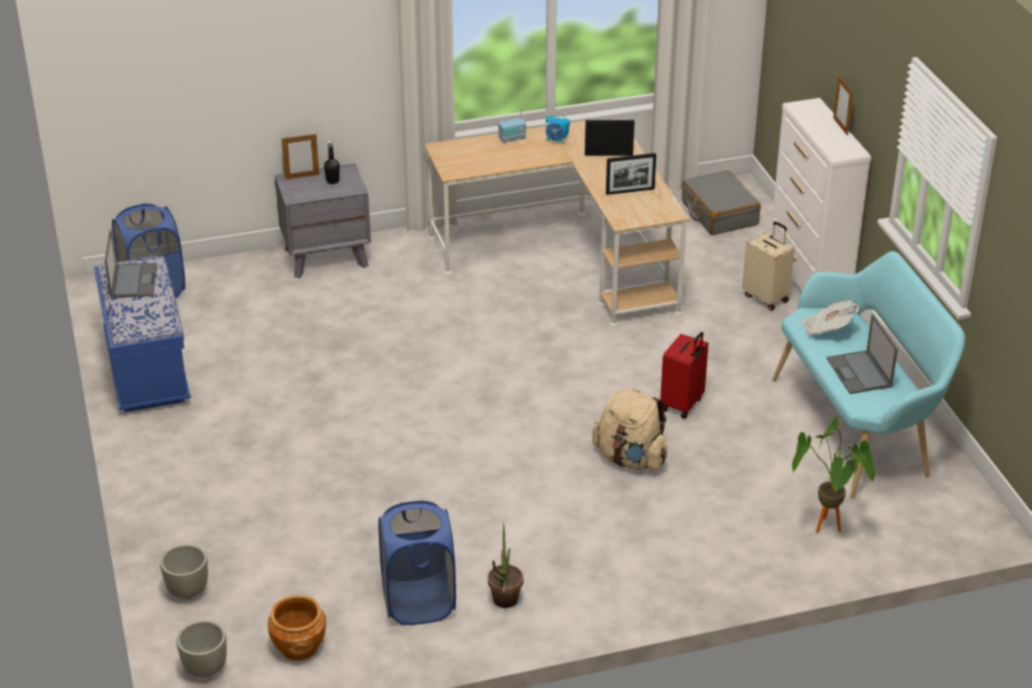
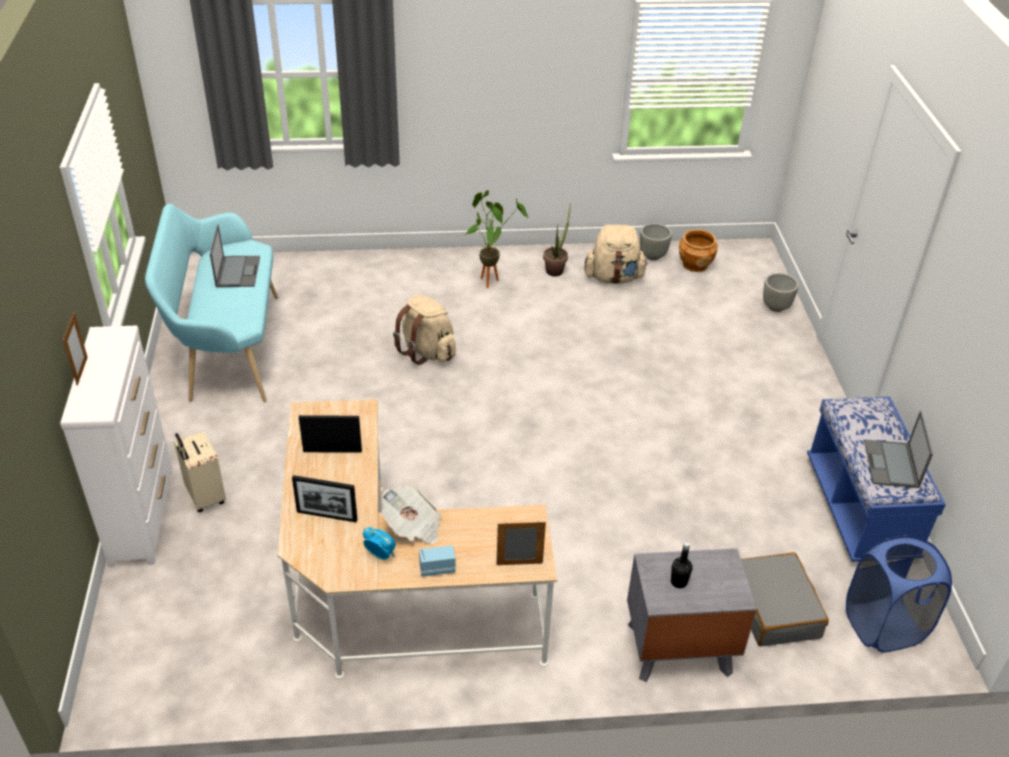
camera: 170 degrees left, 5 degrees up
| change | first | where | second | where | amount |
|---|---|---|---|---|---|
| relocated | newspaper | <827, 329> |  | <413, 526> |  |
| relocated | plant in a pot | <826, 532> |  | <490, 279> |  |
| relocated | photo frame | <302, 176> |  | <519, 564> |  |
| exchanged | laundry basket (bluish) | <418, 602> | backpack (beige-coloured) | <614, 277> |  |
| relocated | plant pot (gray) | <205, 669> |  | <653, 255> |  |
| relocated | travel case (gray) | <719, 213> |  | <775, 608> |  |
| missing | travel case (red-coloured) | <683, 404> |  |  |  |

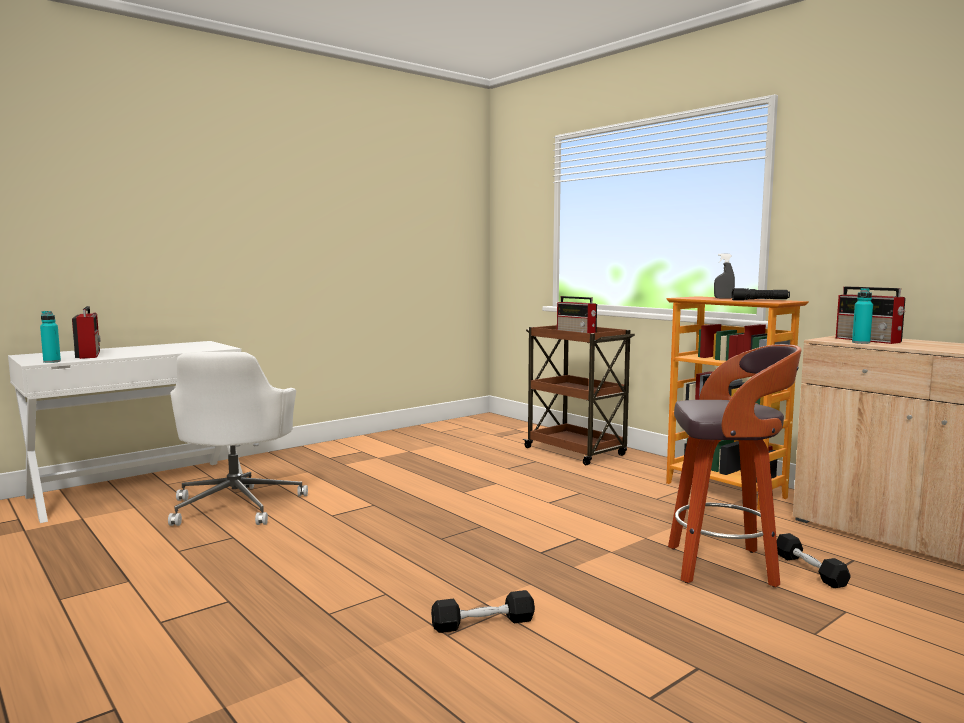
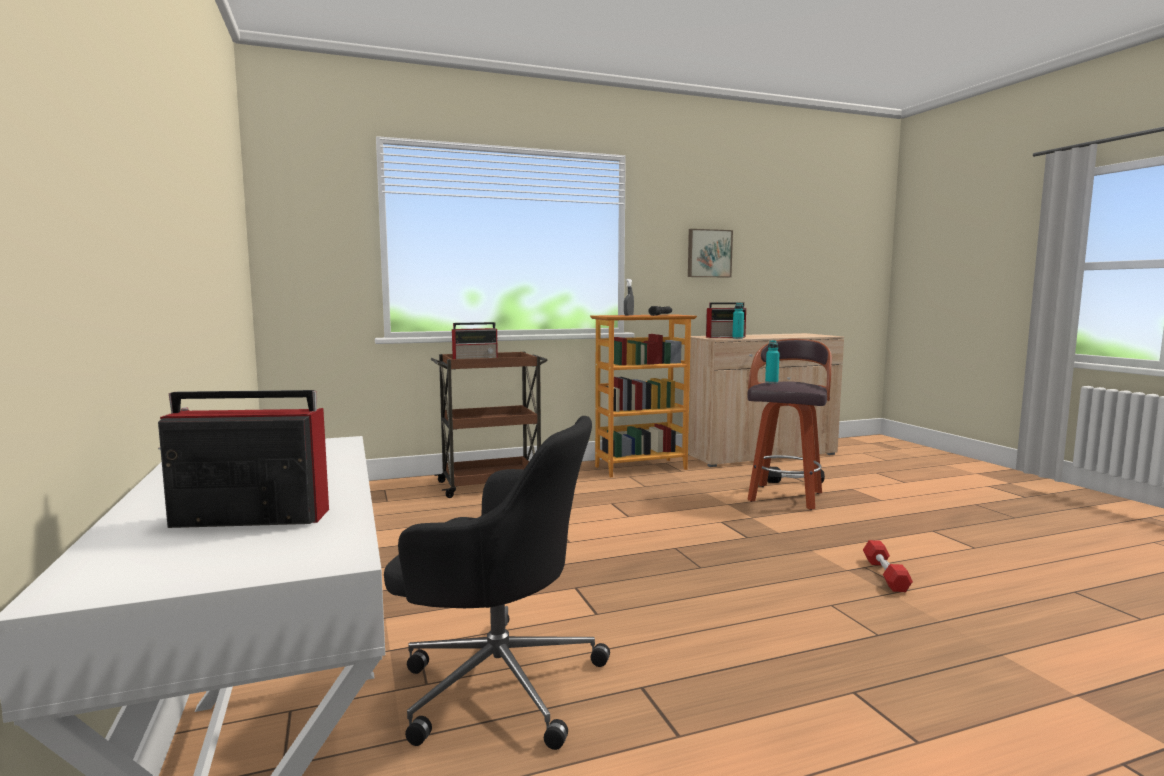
camera: 70 degrees left, 0 degrees up
| change | first | where | second | where | amount |
|---|---|---|---|---|---|
| colour | desk chair (white-coloured) | <237, 505> | desk chair (black-coloured) | <497, 682> |  |
| appeared |  |  | wall picture | <708, 253> |  |
| relocated | drink bottle (turquoise) | <52, 361> |  | <771, 382> |  |
| colour | dumbbell (black-coloured) | <483, 623> | dumbbell (red-coloured) | <885, 575> |  |

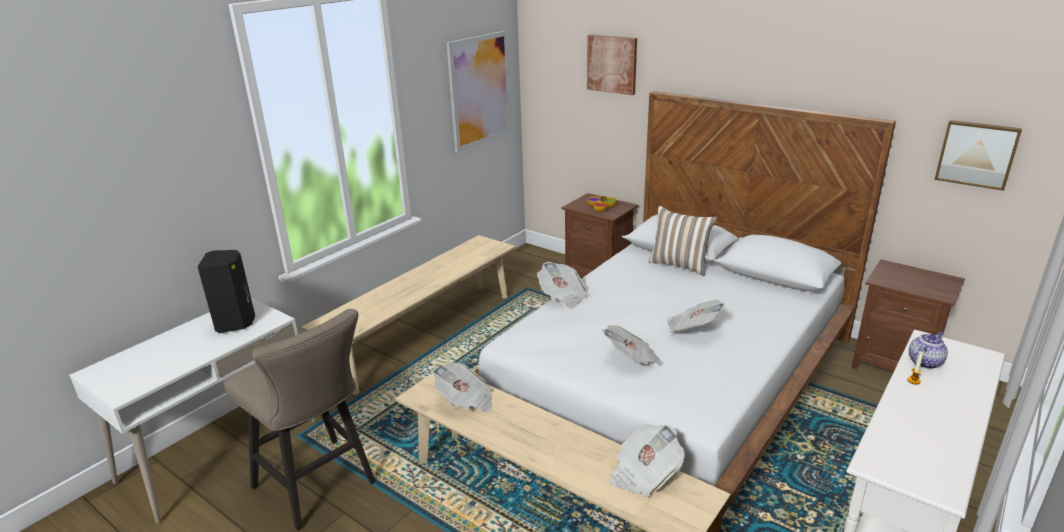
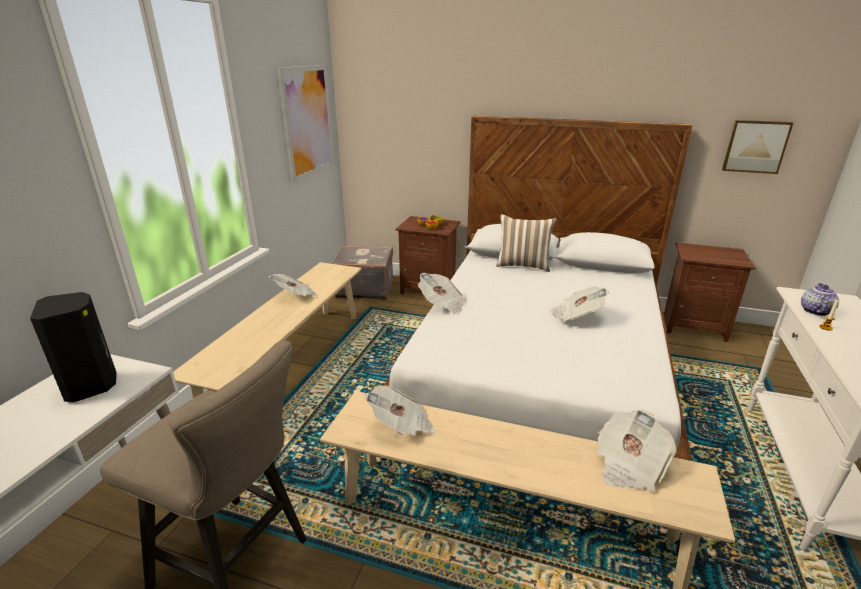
camera: 20 degrees left, 0 degrees up
| change | first | where | second | where | amount |
|---|---|---|---|---|---|
| relocated | newspaper | <632, 359> |  | <296, 296> |  |
| appeared |  |  | travel case (gray) | <365, 288> |  |
| missing | wall picture | <612, 64> |  |  |  |

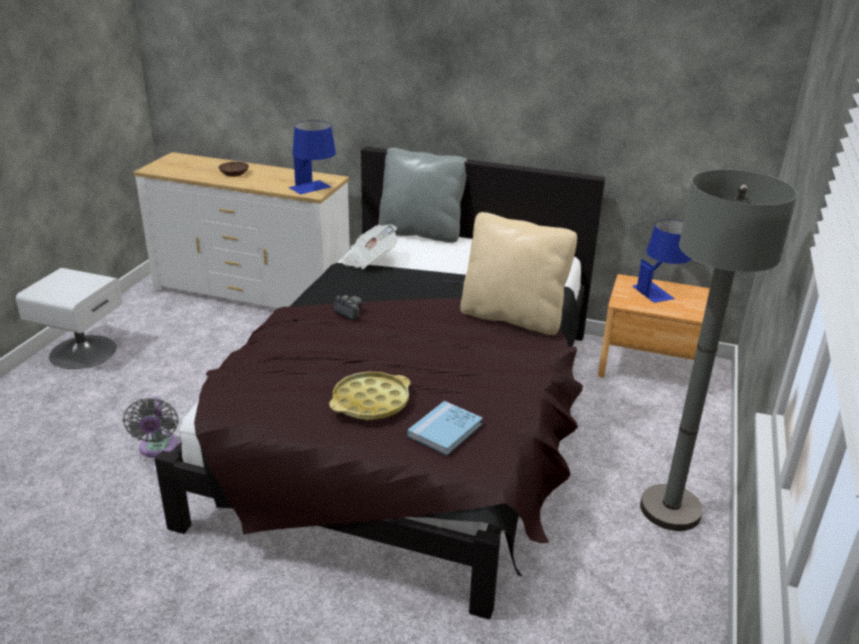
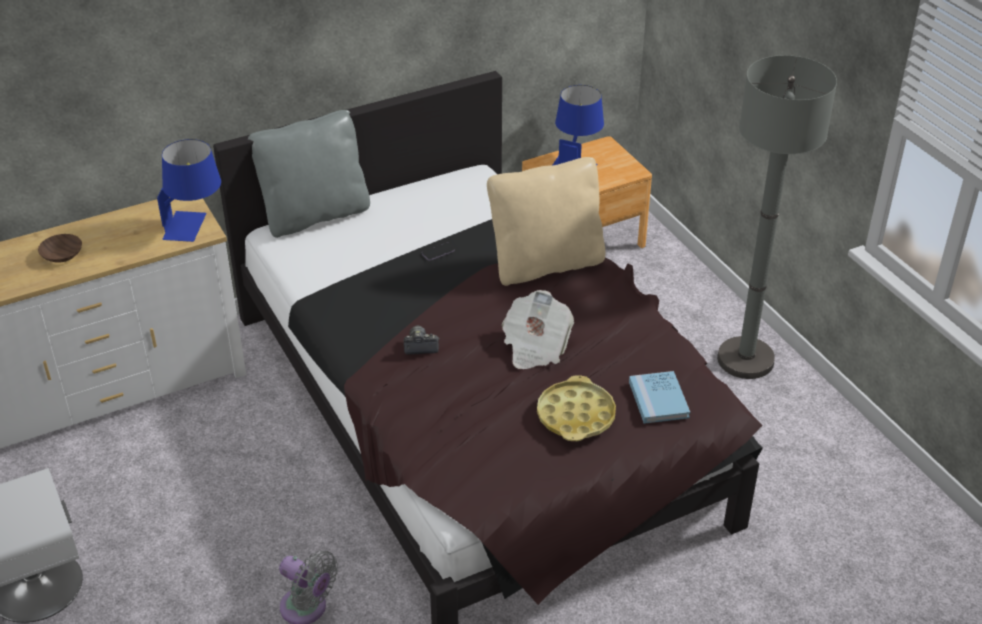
camera: 45 degrees left, 10 degrees up
| change | first | where | second | where | amount |
|---|---|---|---|---|---|
| relocated | newspaper | <369, 260> |  | <535, 346> |  |

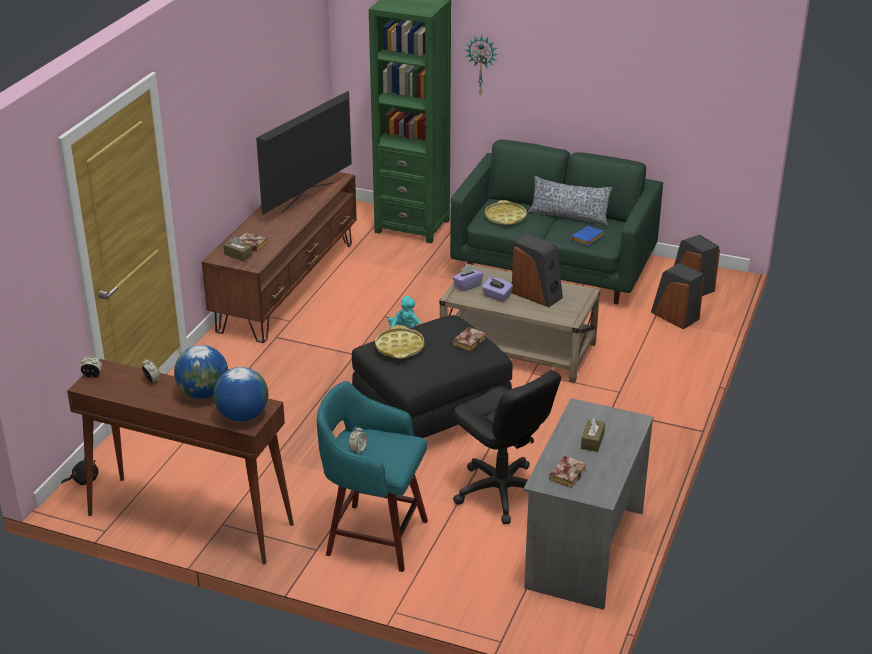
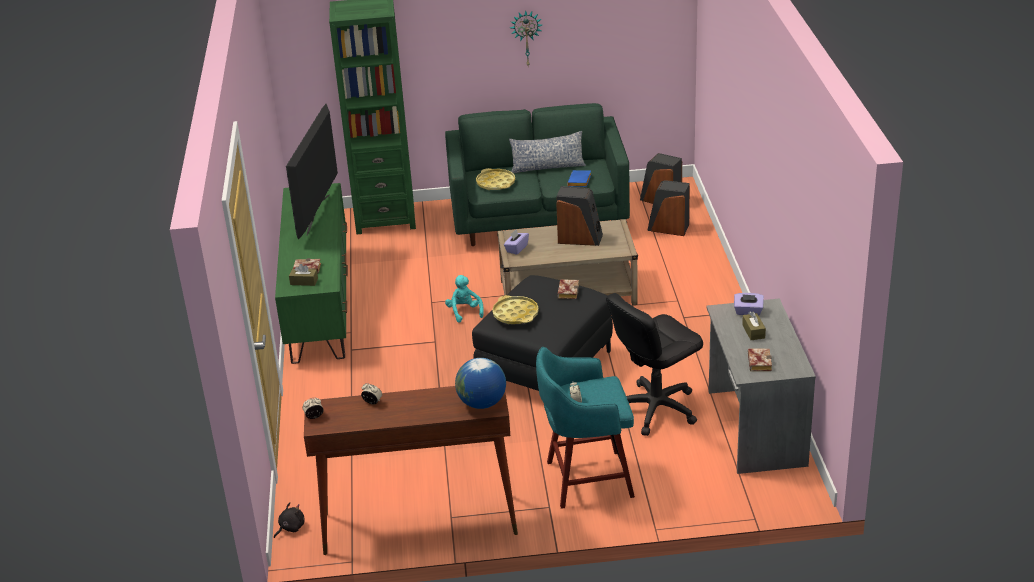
camera: 25 degrees left, 0 degrees up
| change | first | where | second | where | amount |
|---|---|---|---|---|---|
| colour | tv stand (brown-coloured) | <287, 285> | tv stand (green-coloured) | <320, 303> |  |
| relocated | clock on the wall | <481, 64> |  | <526, 38> |  |
| spun | desk chair (black-coloured) | <501, 492> |  | <655, 408> | 120 degrees clockwise |
| relocated | box of tissues (purplish) | <496, 296> |  | <748, 312> |  |
| missing | desk globe | <203, 393> |  |  |  |

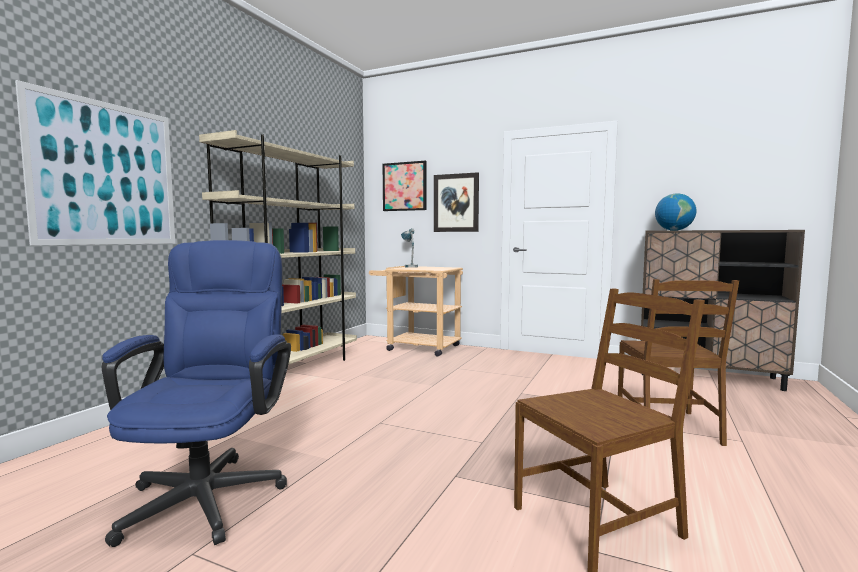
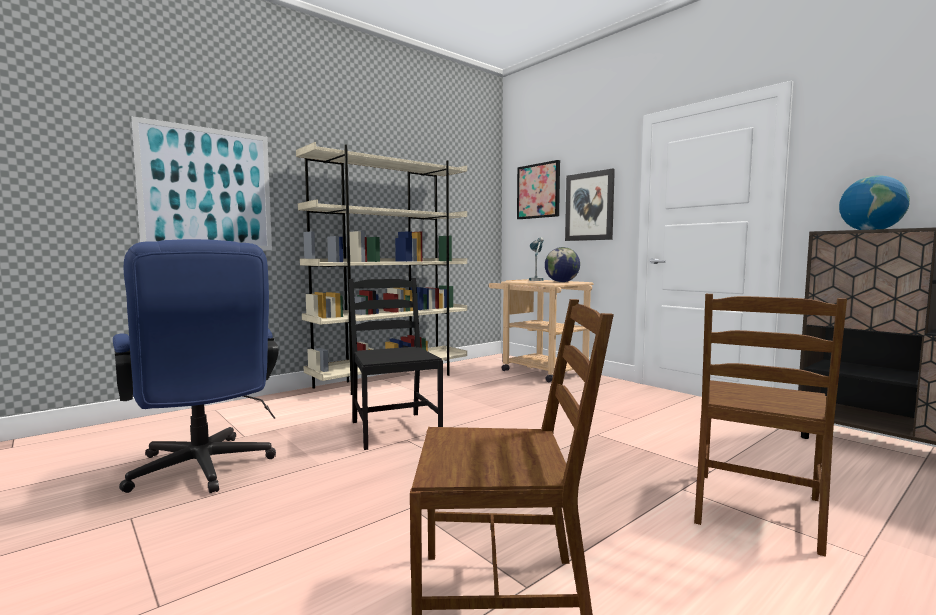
camera: 25 degrees right, 0 degrees up
| change | first | where | second | where | amount |
|---|---|---|---|---|---|
| spun | desk chair (bluish) | <210, 491> |  | <203, 471> | 120 degrees clockwise |
| appeared |  |  | chair (black-coloured) | <393, 429> |  |
| appeared |  |  | desk globe | <561, 282> |  |

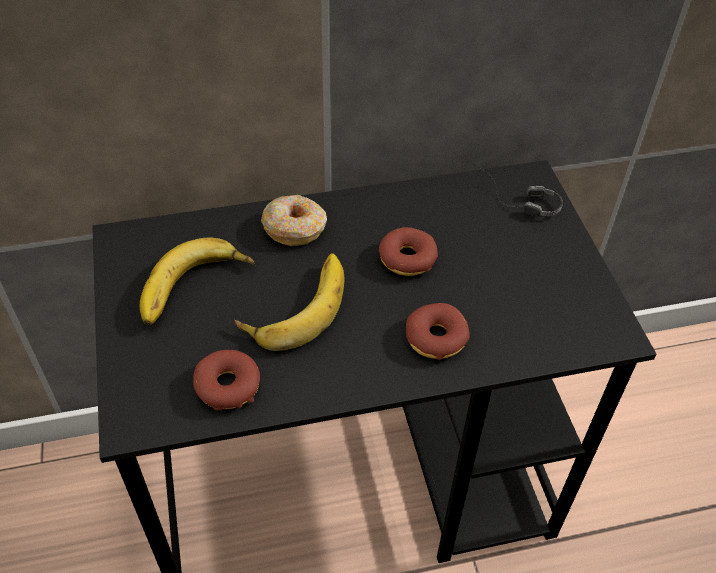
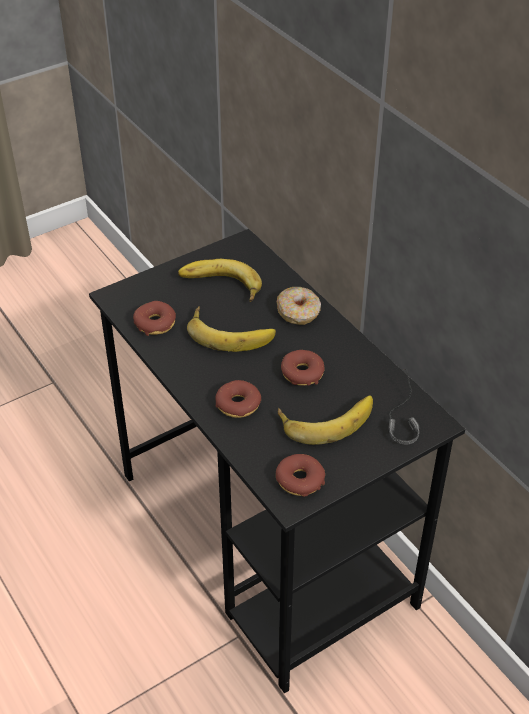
camera: 70 degrees right, 5 degrees down
| change | first | where | second | where | amount |
|---|---|---|---|---|---|
| appeared |  |  | doughnut | <299, 480> |  |
| appeared |  |  | banana | <326, 418> |  |

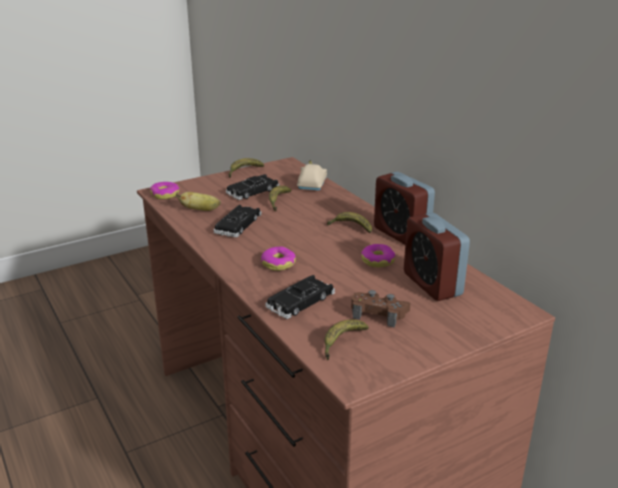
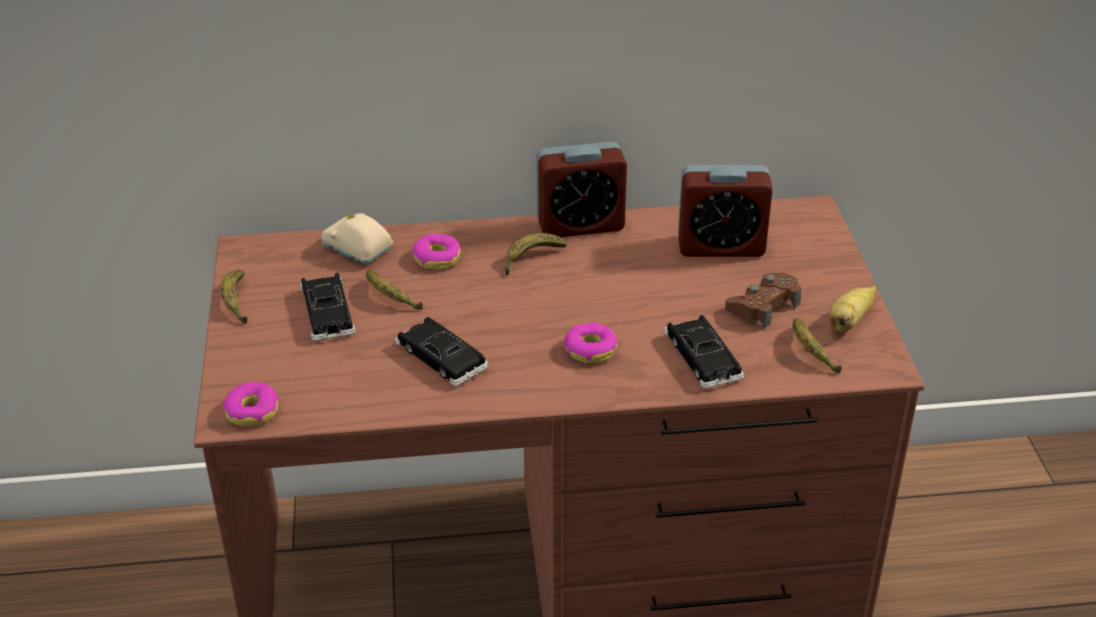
camera: 65 degrees left, 10 degrees up
| change | first | where | second | where | amount |
|---|---|---|---|---|---|
| relocated | doughnut | <377, 261> |  | <437, 258> |  |
| relocated | banana | <200, 210> |  | <849, 321> |  |

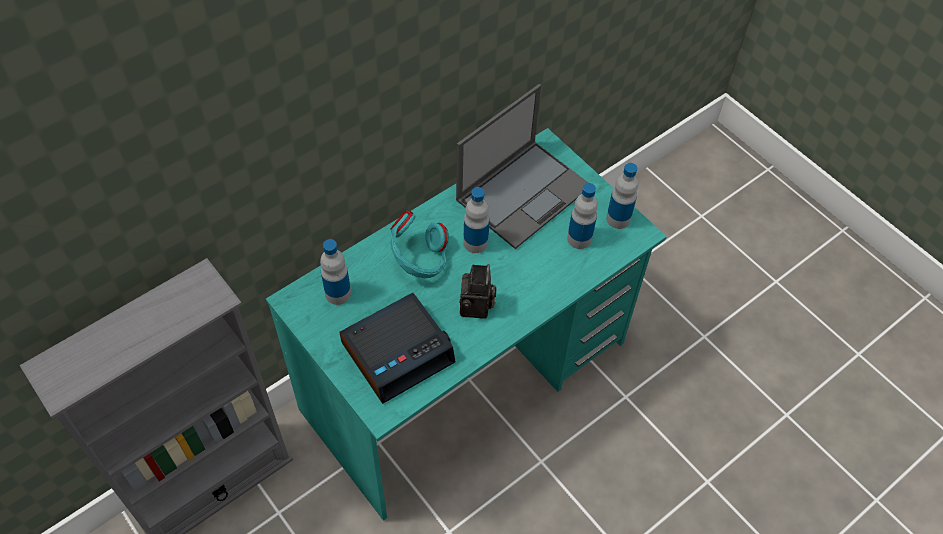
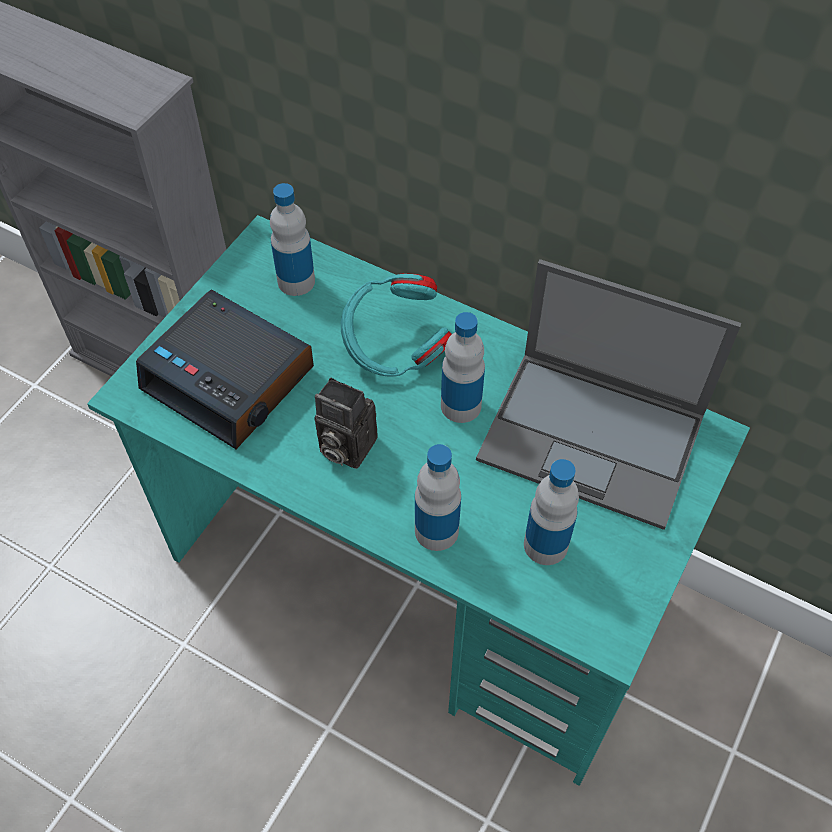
camera: 70 degrees right, 0 degrees up
| change | first | where | second | where | amount |
|---|---|---|---|---|---|
| spun | still camera | <477, 308> |  | <344, 446> | 45 degrees clockwise |
| relocated | drink bottle | <618, 219> |  | <436, 531> |  |

